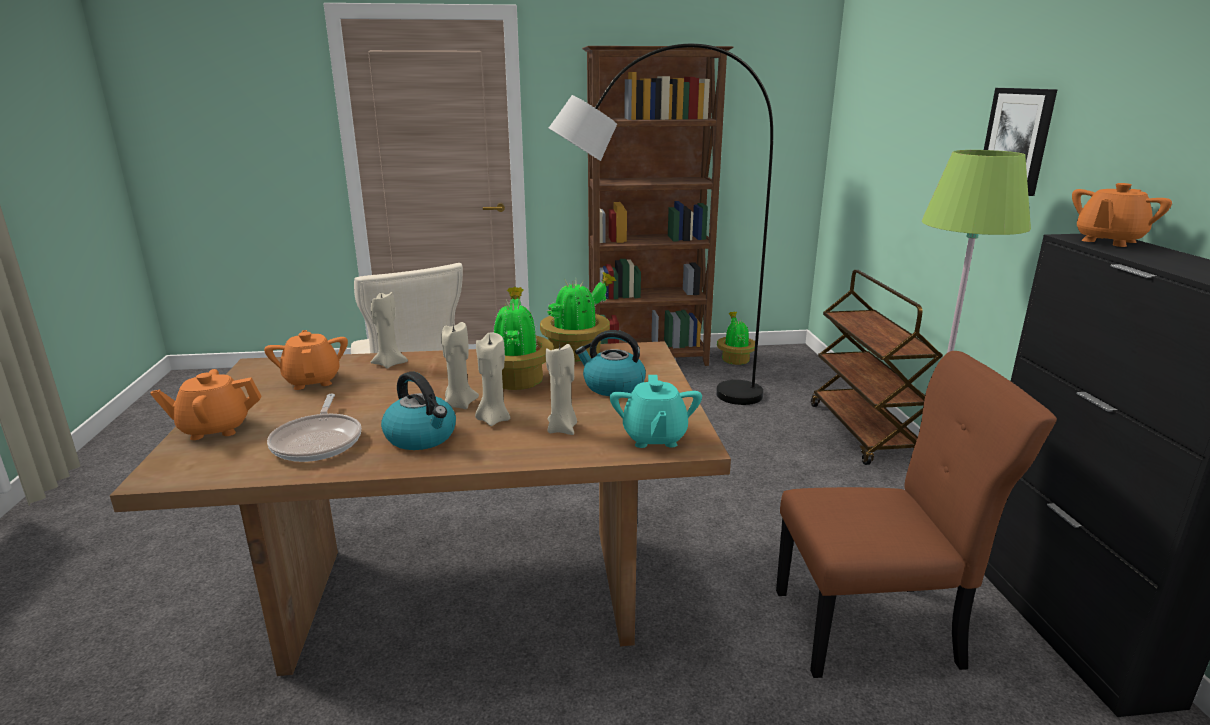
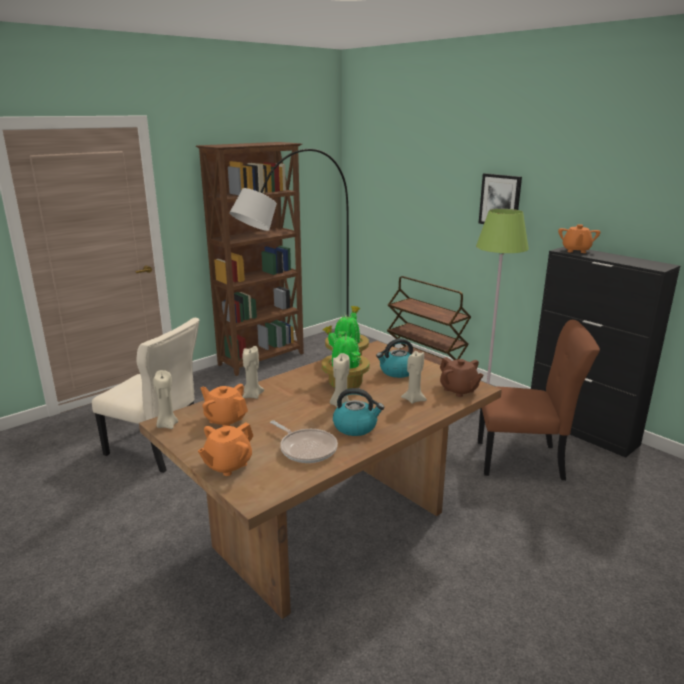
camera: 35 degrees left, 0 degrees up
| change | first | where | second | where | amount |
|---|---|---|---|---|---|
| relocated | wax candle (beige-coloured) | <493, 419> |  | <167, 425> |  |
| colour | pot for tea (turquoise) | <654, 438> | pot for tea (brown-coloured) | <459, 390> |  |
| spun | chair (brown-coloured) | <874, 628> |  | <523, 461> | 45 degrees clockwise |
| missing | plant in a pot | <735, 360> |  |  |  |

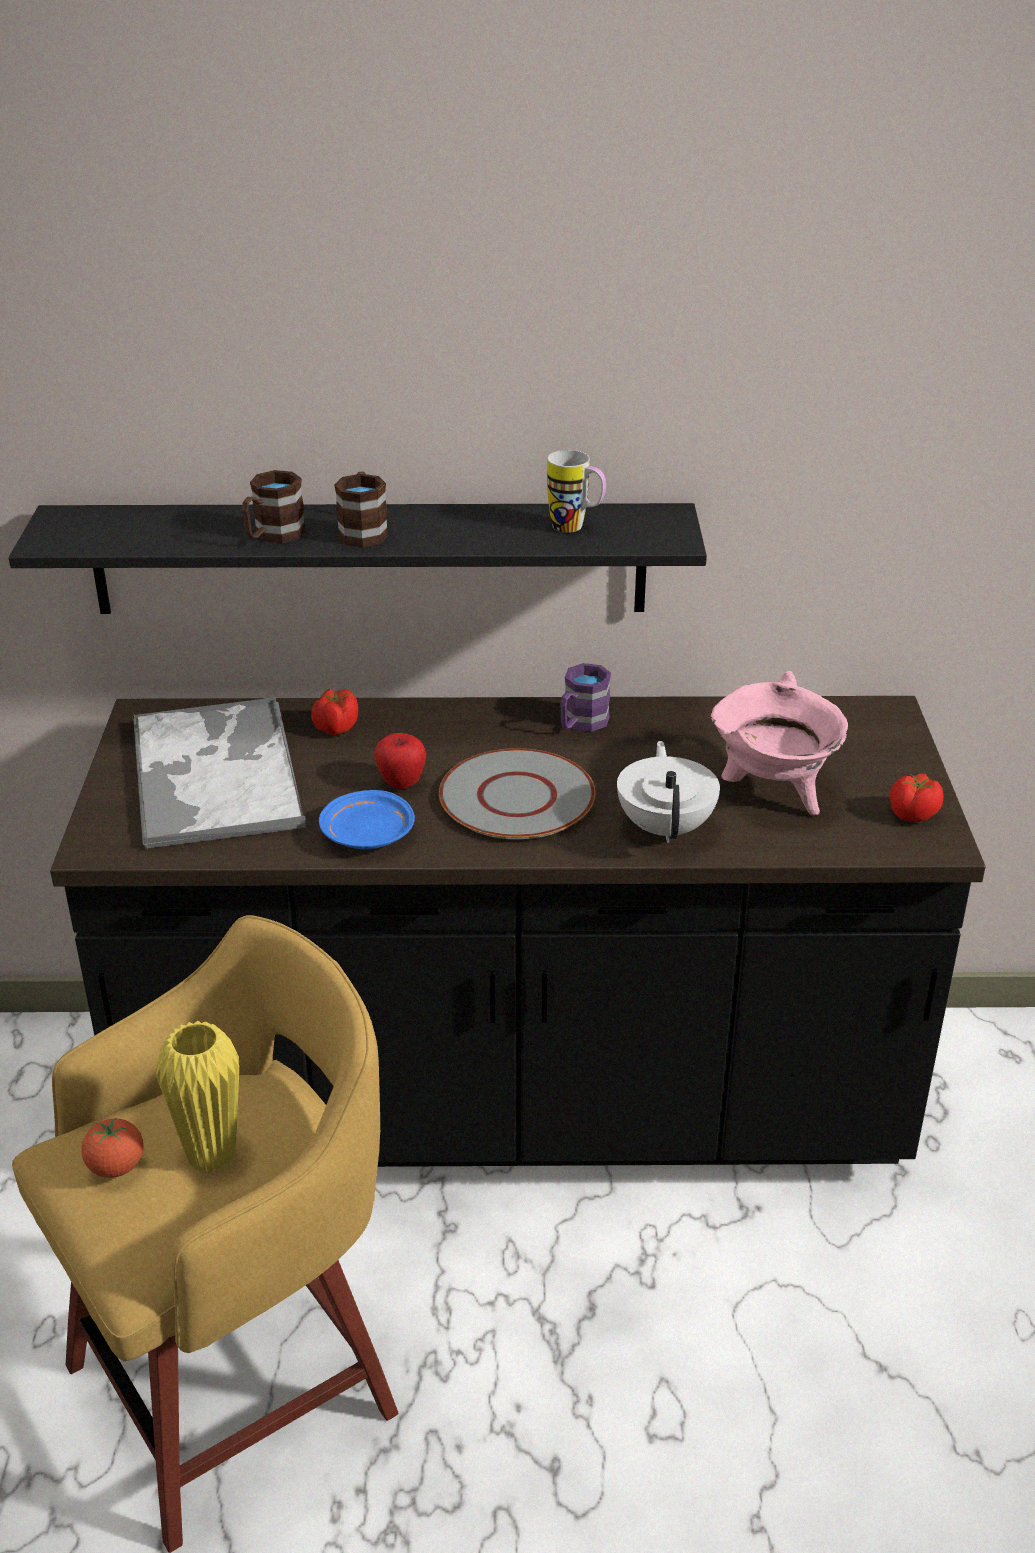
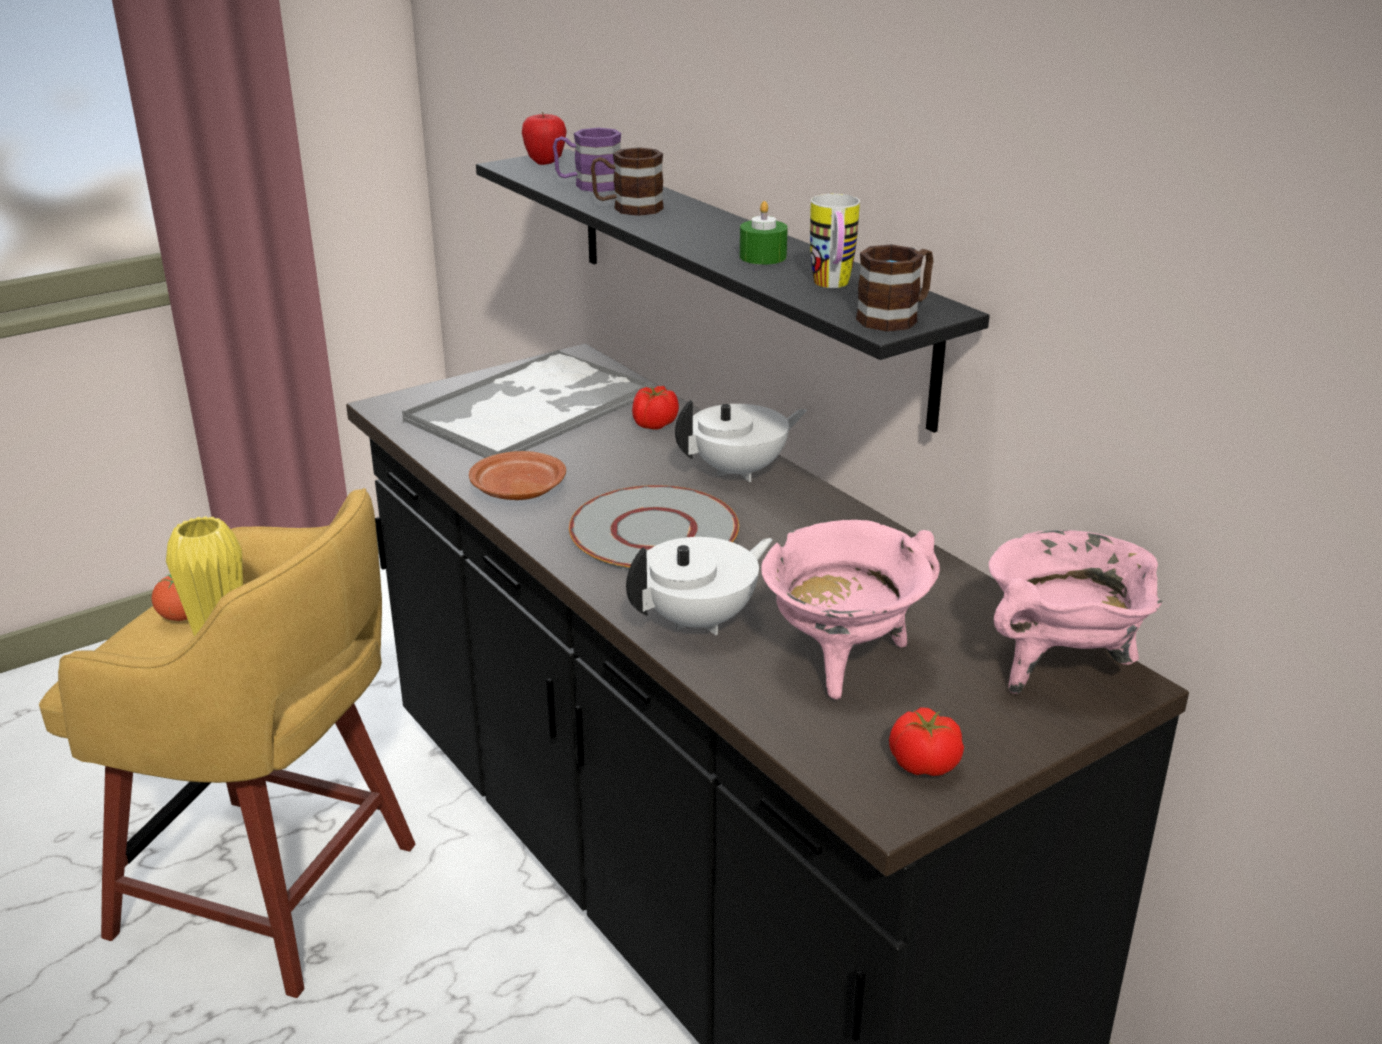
camera: 55 degrees right, 5 degrees down
| change | first | where | second | where | amount |
|---|---|---|---|---|---|
| colour | flat dish (bluish) | <367, 835> | flat dish (brown-coloured) | <517, 490> |  |
| relocated | apple fruit | <401, 783> |  | <545, 162> |  |
| relocated | tea mug (purplish) | <580, 724> |  | <588, 185> |  |
| appeared |  |  | pot for tea (white-coloured) | <740, 471> |  |
| appeared |  |  | wax candle (green-coloured) | <763, 256> |  |
| relocated | tea mug (brown-coloured) | <363, 531> |  | <896, 317> |  |
| appeared |  |  | stockpot (pinkish) | <1060, 667> |  |

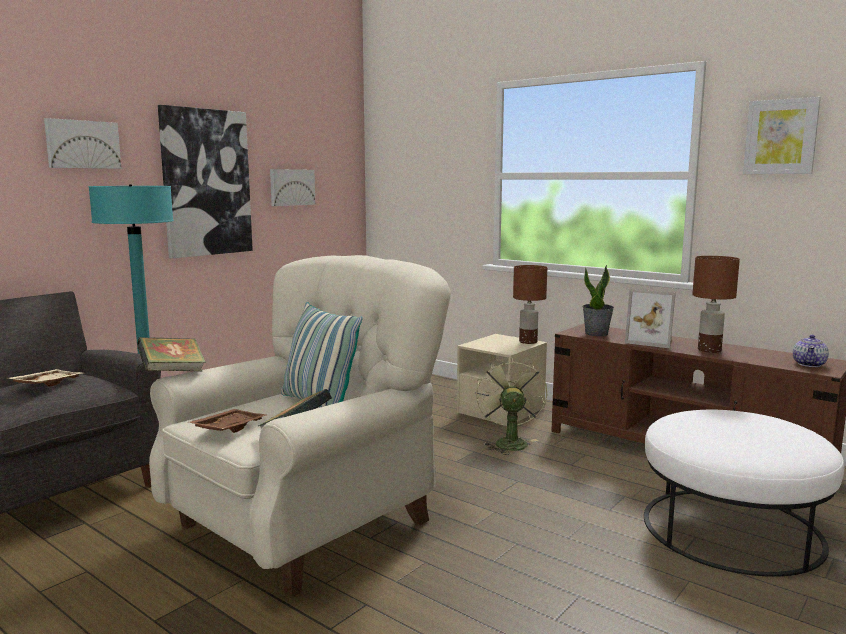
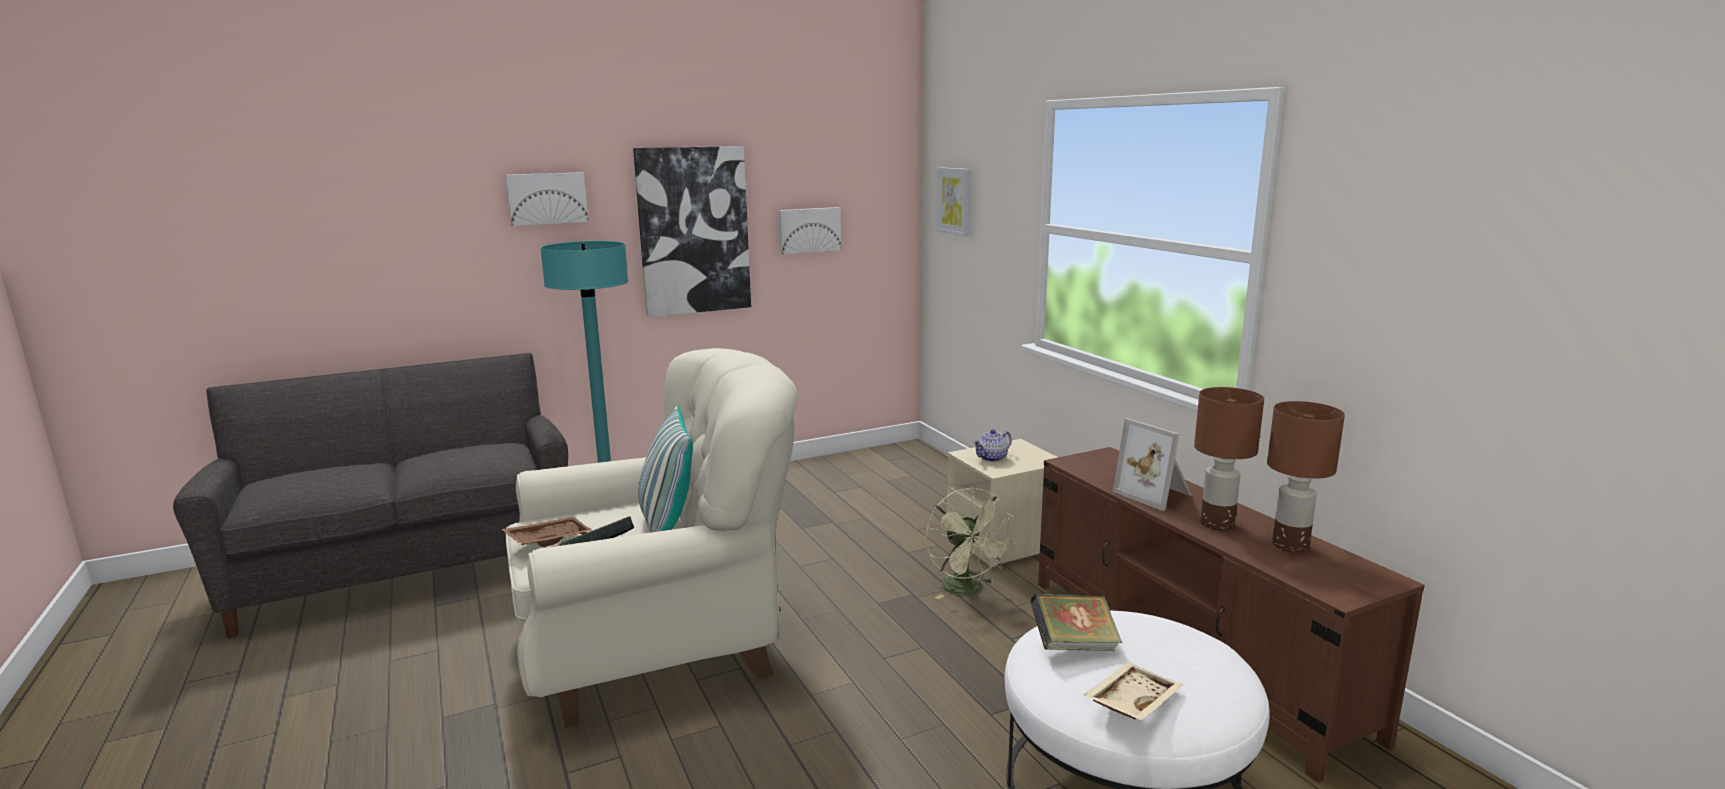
camera: 25 degrees right, 5 degrees up
| change | first | where | second | where | amount |
|---|---|---|---|---|---|
| spun | electric fan (green-coloured) | <508, 442> |  | <967, 590> | 135 degrees clockwise |
| relocated | wall picture | <781, 137> |  | <955, 201> |  |
| relocated | pot for tea | <809, 364> |  | <992, 458> |  |
| relocated | book | <172, 372> |  | <1074, 645> |  |
| relocated | tray (beige-coloured) | <46, 384> |  | <1131, 702> |  |
| relocated | lamp for a table (brown-coloured) | <527, 342> |  | <1289, 545> |  |
| missing | plant in a pot | <596, 333> |  |  |  |

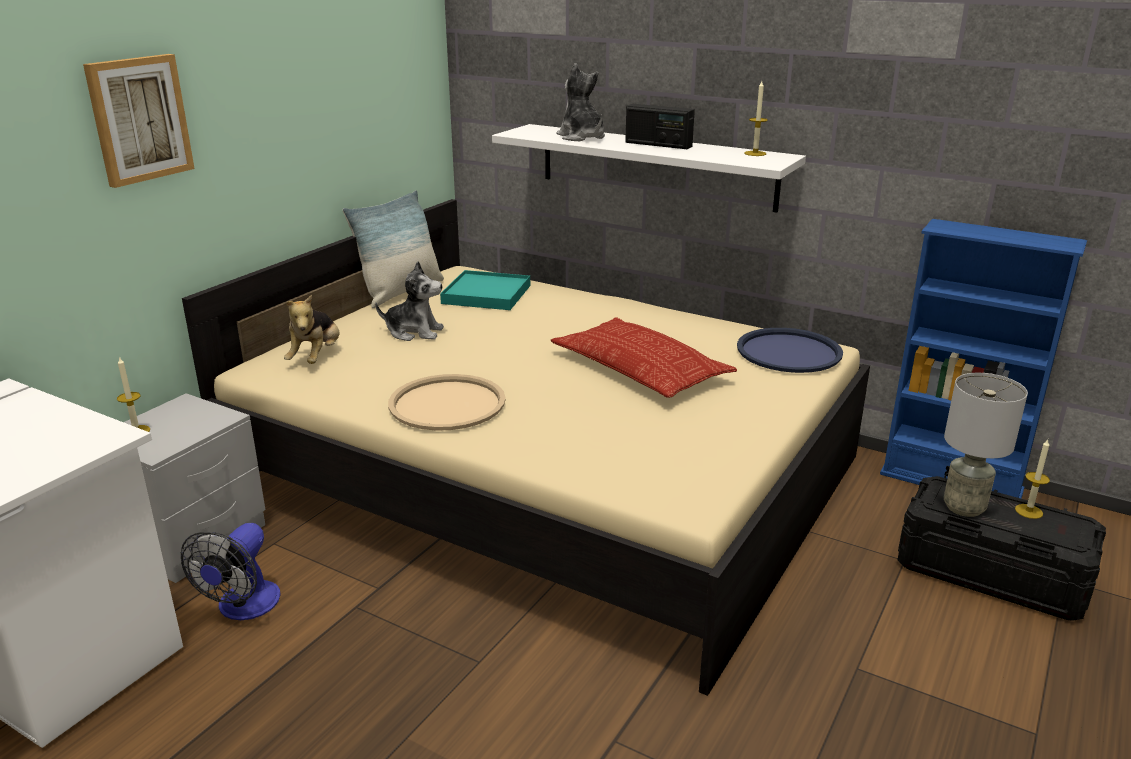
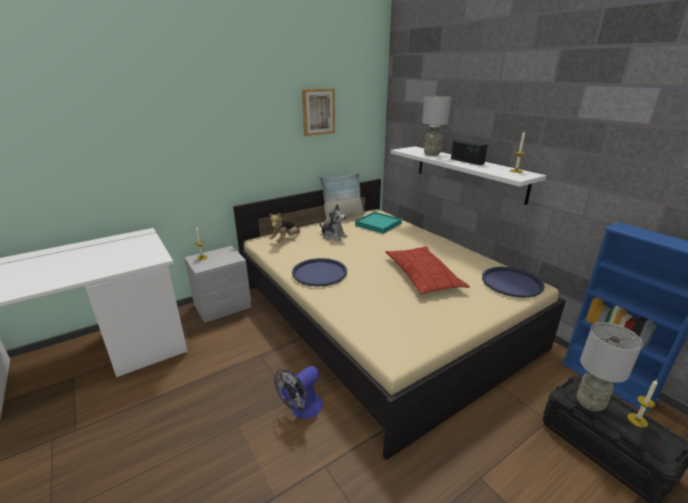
camera: 25 degrees right, 0 degrees up
| change | first | where | second | where | amount |
|---|---|---|---|---|---|
| relocated | electric fan | <243, 608> |  | <302, 409> |  |
| colour | tray (beige-coloured) | <447, 404> | tray (bluish) | <319, 273> |  |
| relocated | wall picture | <139, 119> |  | <318, 112> |  |
| exchanged | cuddly toy | <581, 137> | lamp for a table (gray) | <431, 154> |  |

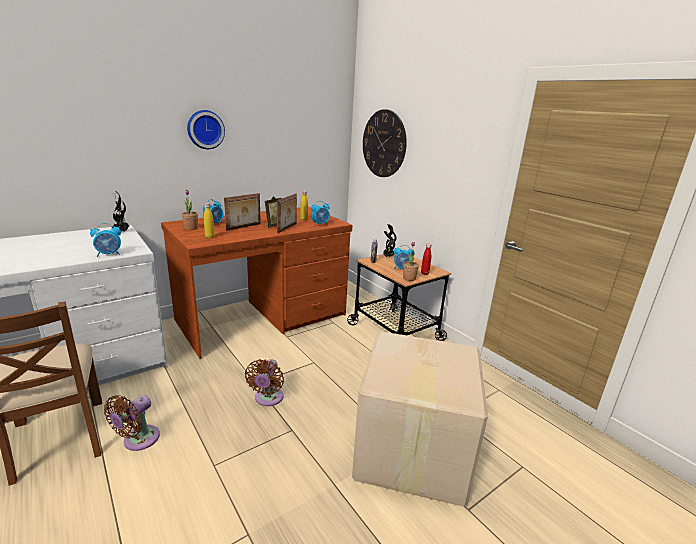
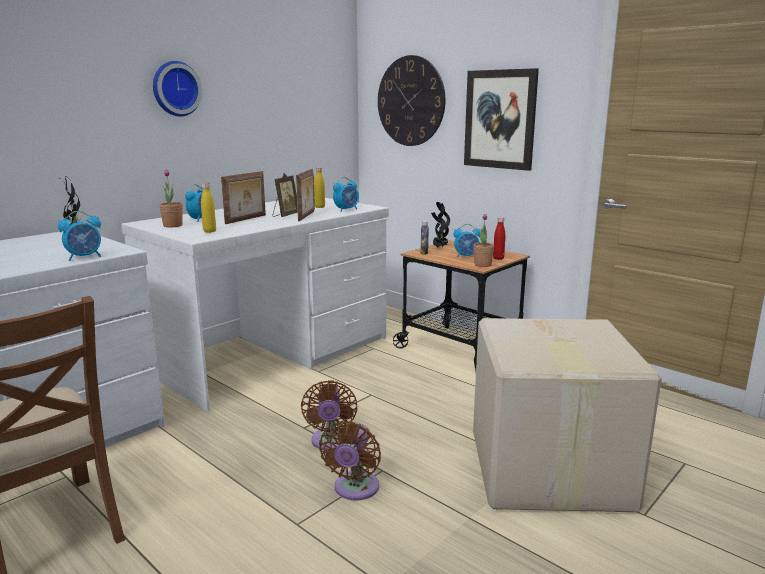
camera: 10 degrees left, 5 degrees down
| change | first | where | second | where | amount |
|---|---|---|---|---|---|
| colour | desk table (brown-coloured) | <263, 317> | desk table (white-coloured) | <273, 354> |  |
| relocated | electric fan (brown-coloured) | <138, 440> |  | <355, 489> |  |
| appeared |  |  | wall picture | <500, 119> |  |

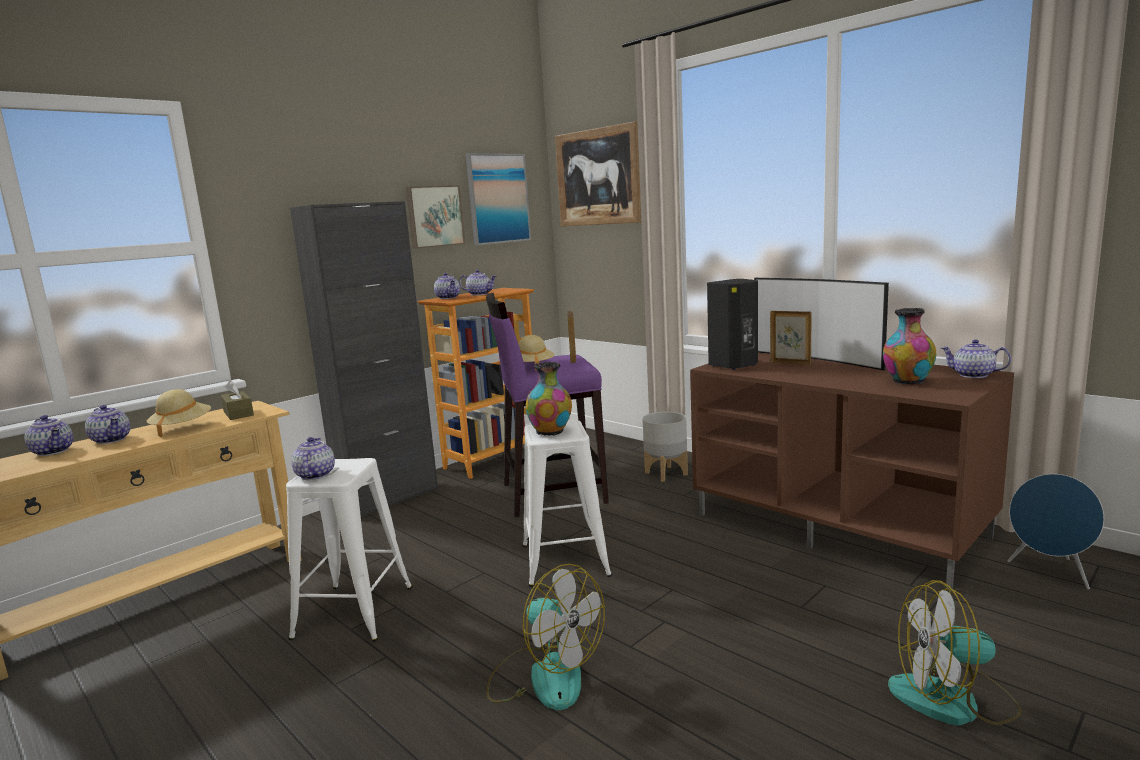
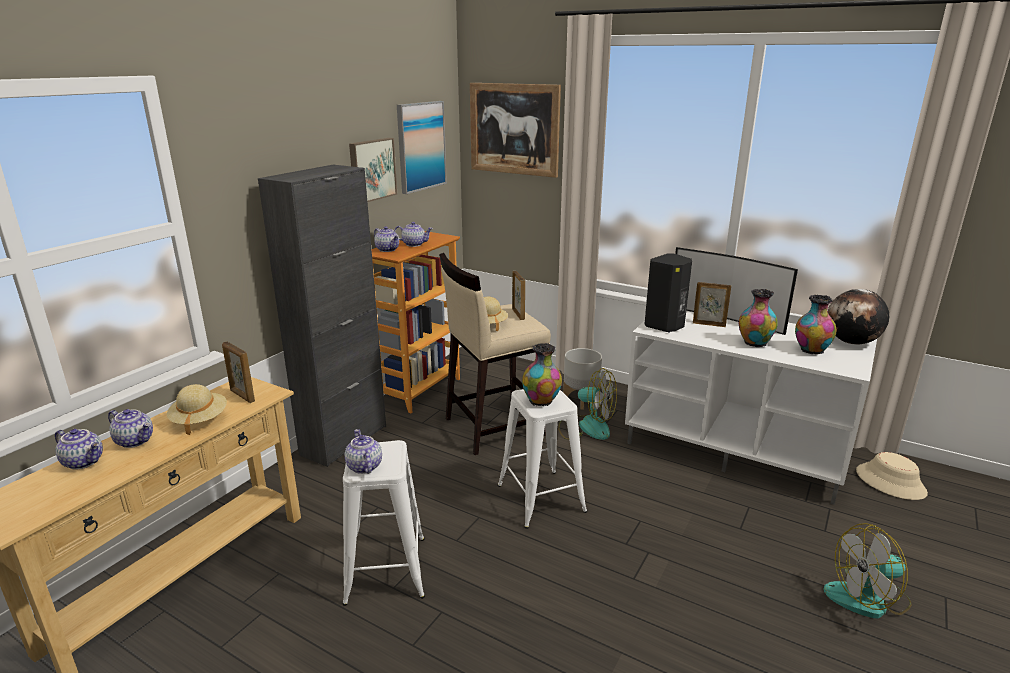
camera: 15 degrees left, 10 degrees up
| change | first | where | second | where | amount |
|---|---|---|---|---|---|
| exchanged | box of tissues (brown-coloured) | <238, 413> | photo frame | <242, 396> |  |
| colour | sitting stool (purplish) | <552, 493> | sitting stool (beige-coloured) | <494, 426> |  |
| relocated | electric fan | <544, 676> |  | <586, 427> |  |
| colour | tv stand (brown-coloured) | <839, 525> | tv stand (white-coloured) | <736, 448> |  |
| appeared |  |  | flower vase | <754, 343> |  |
| exchanged | pot for tea | <972, 375> | desk globe | <851, 342> |  |
| exchanged | audio speaker (bluish) | <1050, 572> | wearable hat (beige-coloured) | <890, 482> |  |

